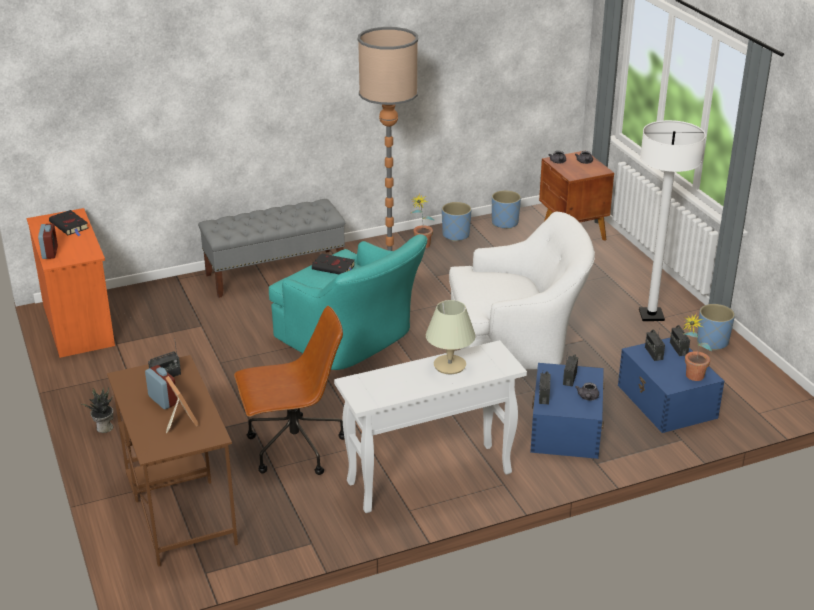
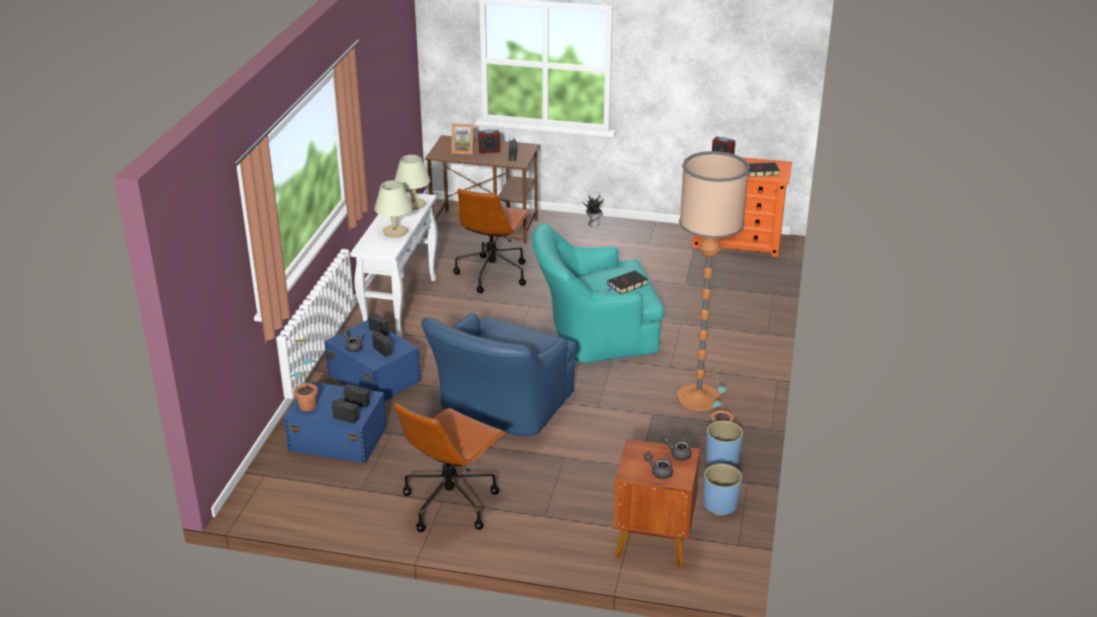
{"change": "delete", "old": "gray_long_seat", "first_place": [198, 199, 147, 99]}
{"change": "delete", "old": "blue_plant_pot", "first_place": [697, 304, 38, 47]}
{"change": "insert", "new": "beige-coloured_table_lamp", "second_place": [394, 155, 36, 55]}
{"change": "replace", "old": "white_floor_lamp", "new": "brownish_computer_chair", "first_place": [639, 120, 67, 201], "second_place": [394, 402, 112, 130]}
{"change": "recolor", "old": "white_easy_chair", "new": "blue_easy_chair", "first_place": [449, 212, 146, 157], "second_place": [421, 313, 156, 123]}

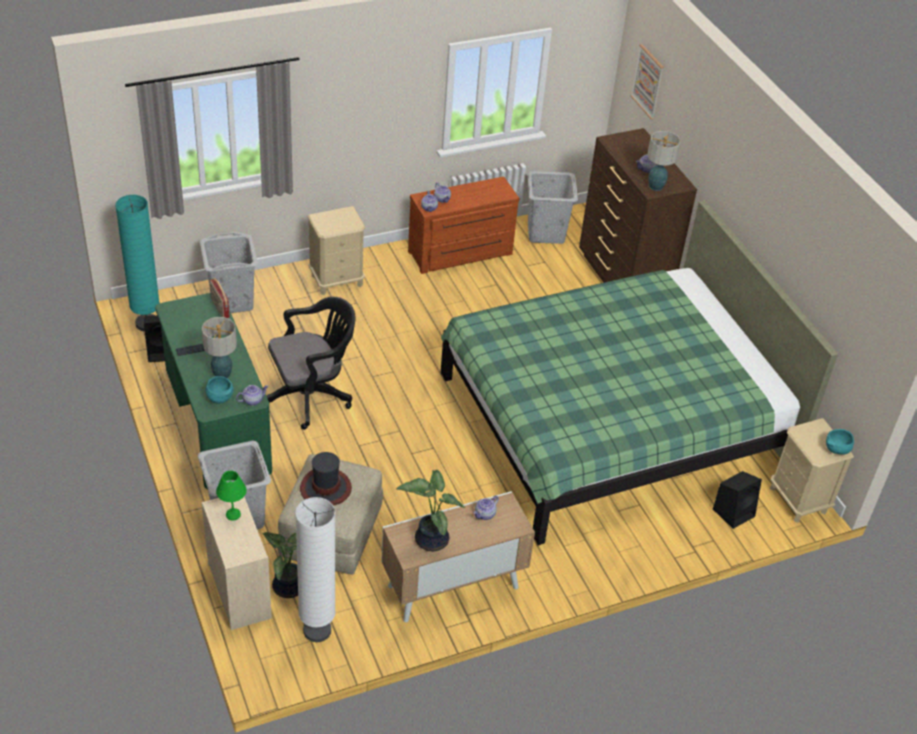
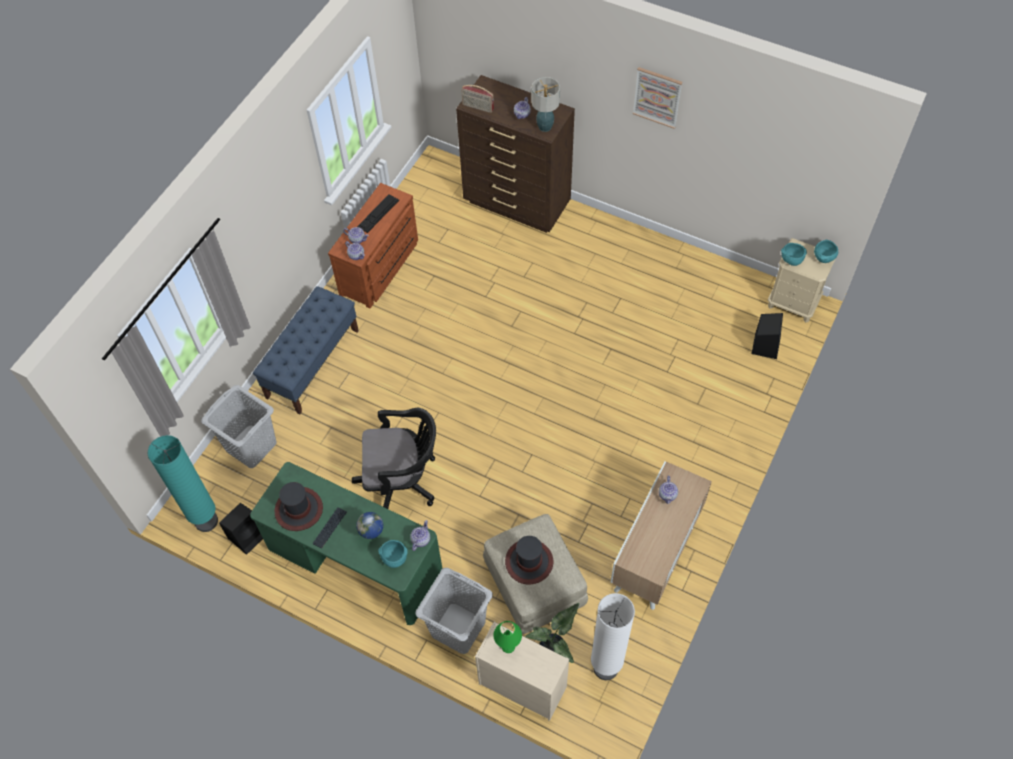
{"change": "delete", "old": "houseplant", "first_place": [396, 470, 69, 81]}
{"change": "delete", "old": "greenish_sleeping_bed", "first_place": [441, 201, 397, 344]}
{"change": "delete", "old": "gray_laundry_basket", "first_place": [527, 171, 51, 73]}
{"change": "insert", "new": "hat", "second_place": [275, 482, 48, 49]}
{"change": "insert", "new": "keyboard", "second_place": [357, 195, 42, 38]}
{"change": "insert", "new": "turquoise_deep_dish", "second_place": [781, 243, 26, 23]}
{"change": "move", "old": "radio_set", "first_place": [210, 278, 20, 40], "second_place": [461, 85, 33, 28]}
{"change": "move", "old": "picture", "first_place": [631, 44, 33, 76], "second_place": [633, 67, 49, 62]}
{"change": "replace", "old": "table_lamp", "new": "globe", "first_place": [202, 317, 35, 61], "second_place": [356, 512, 27, 27]}
{"change": "replace", "old": "beige-coloured_bedside_table", "new": "blue_long_seat", "first_place": [307, 206, 59, 89], "second_place": [253, 286, 106, 128]}
{"change": "rotate", "old": "black_computer_chair", "first_place": [266, 297, 90, 133], "second_place": [352, 408, 84, 101], "degrees": 60}

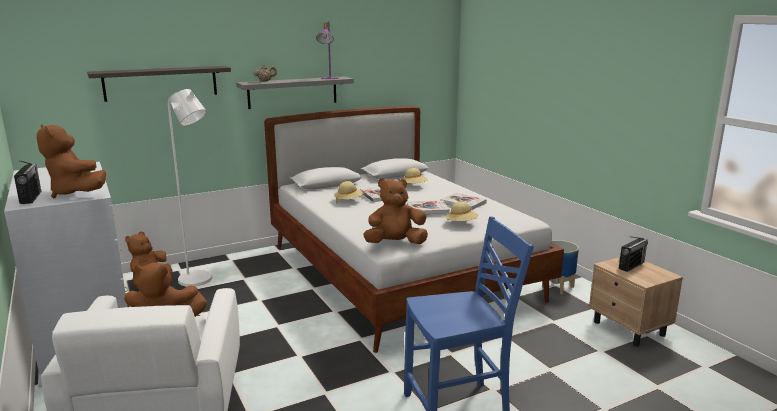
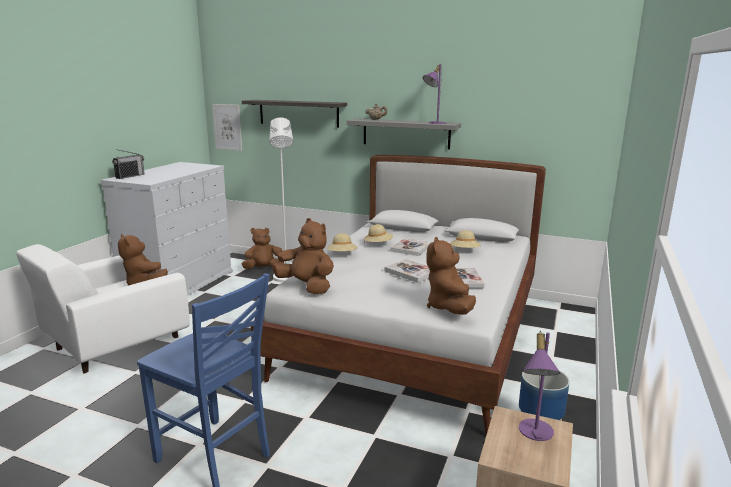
{"change": "insert", "new": "picture", "second_place": [212, 104, 30, 47]}
{"change": "move", "old": "brownish_soft_toy", "first_place": [37, 124, 69, 74], "second_place": [426, 237, 50, 78]}
{"change": "move", "old": "beige-coloured_hat", "first_place": [446, 202, 33, 19], "second_place": [327, 233, 31, 18]}
{"change": "replace", "old": "radio_set", "new": "purple-coloured_table_lamp", "first_place": [619, 236, 29, 36], "second_place": [519, 330, 41, 111]}

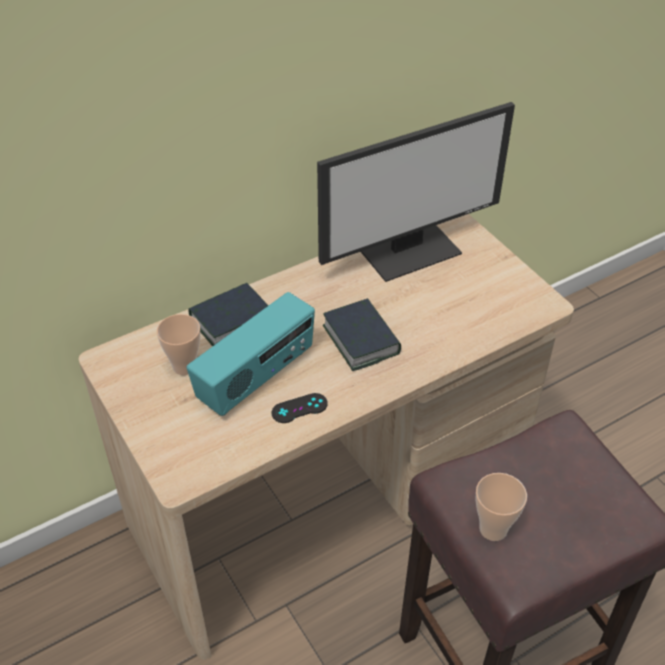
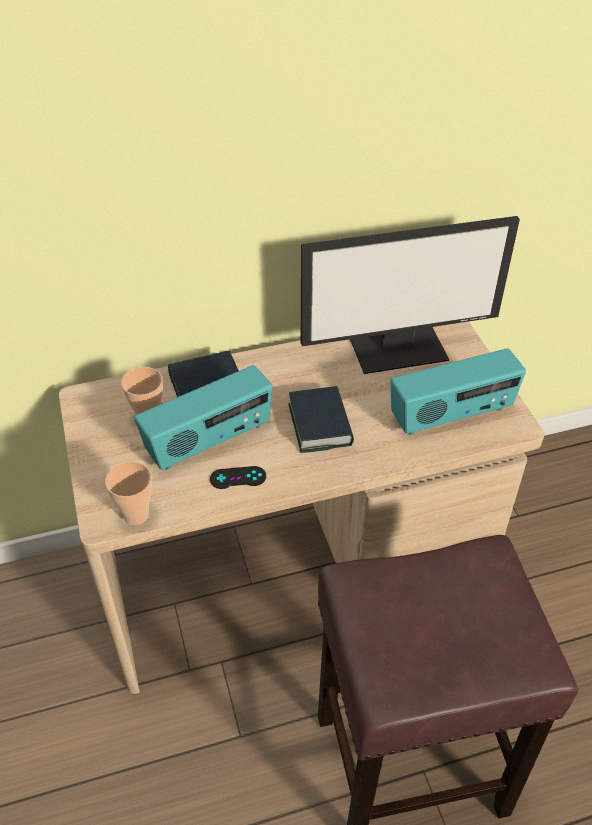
{"change": "insert", "new": "radio_set", "second_place": [390, 348, 136, 87]}
{"change": "move", "old": "small_cup", "first_place": [475, 473, 52, 68], "second_place": [105, 462, 47, 63]}

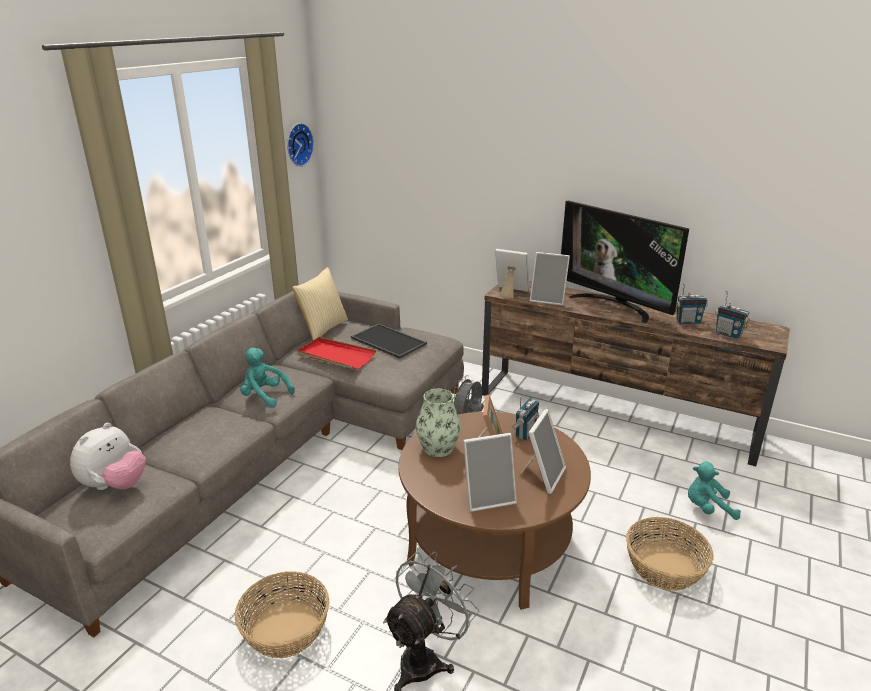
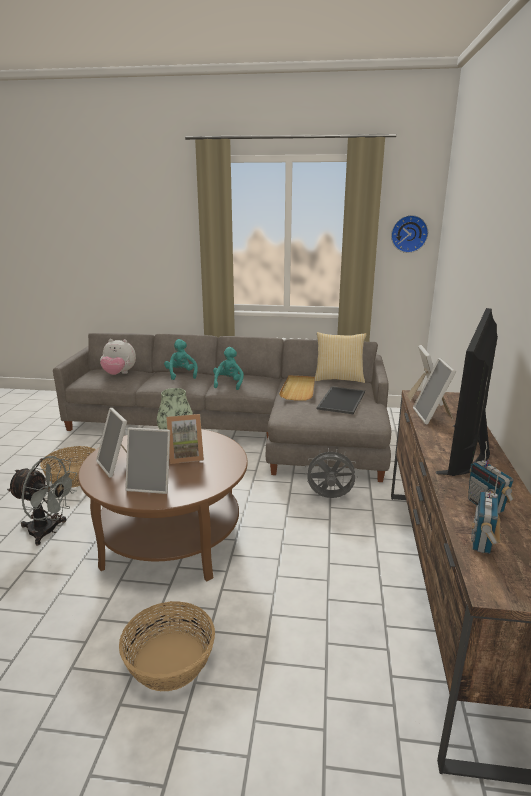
{"change": "delete", "old": "radio_set", "first_place": [511, 396, 28, 44]}
{"change": "move", "old": "turquoise_soft_toy", "first_place": [688, 462, 53, 58], "second_place": [164, 339, 34, 41]}
{"change": "recolor", "old": "red-coloured_tray", "new": "beige-coloured_tray", "first_place": [298, 337, 78, 32], "second_place": [279, 375, 36, 26]}

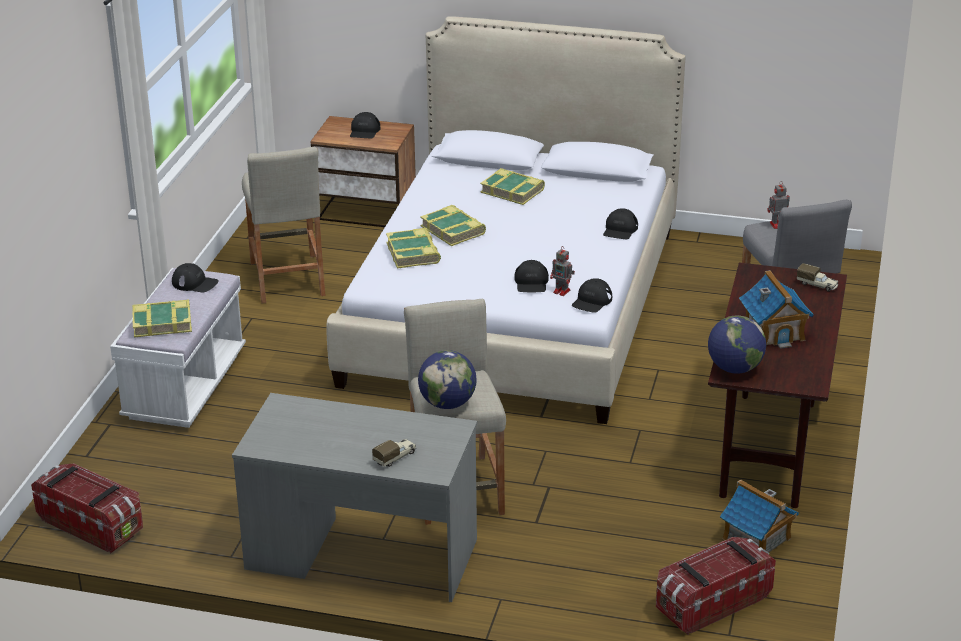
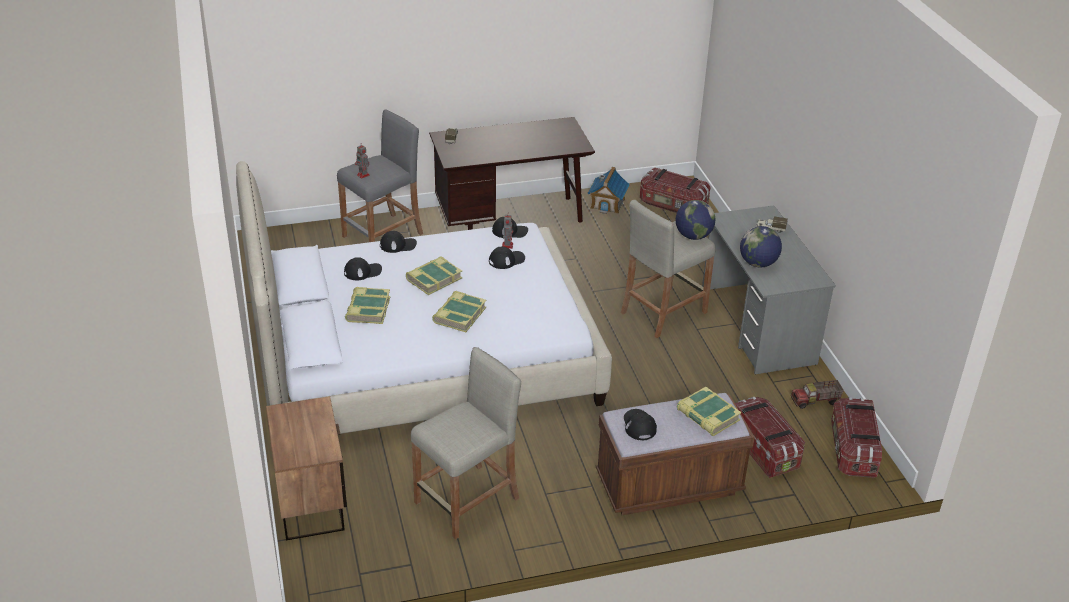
{"change": "delete", "old": "model_house", "first_place": [739, 270, 75, 79]}
{"change": "insert", "new": "storage_box", "second_place": [735, 397, 70, 81]}
{"change": "insert", "new": "toy_truck", "second_place": [791, 380, 53, 29]}
{"change": "move", "old": "black_cap", "first_place": [350, 112, 30, 27], "second_place": [344, 257, 38, 23]}
{"change": "move", "old": "book", "first_place": [386, 228, 55, 41], "second_place": [406, 256, 56, 39]}
{"change": "move", "old": "globe", "first_place": [708, 316, 58, 57], "second_place": [740, 226, 42, 41]}
{"change": "recolor", "old": "white_long_seat", "new": "brownish_long_seat", "first_place": [110, 268, 136, 160], "second_place": [596, 393, 159, 122]}

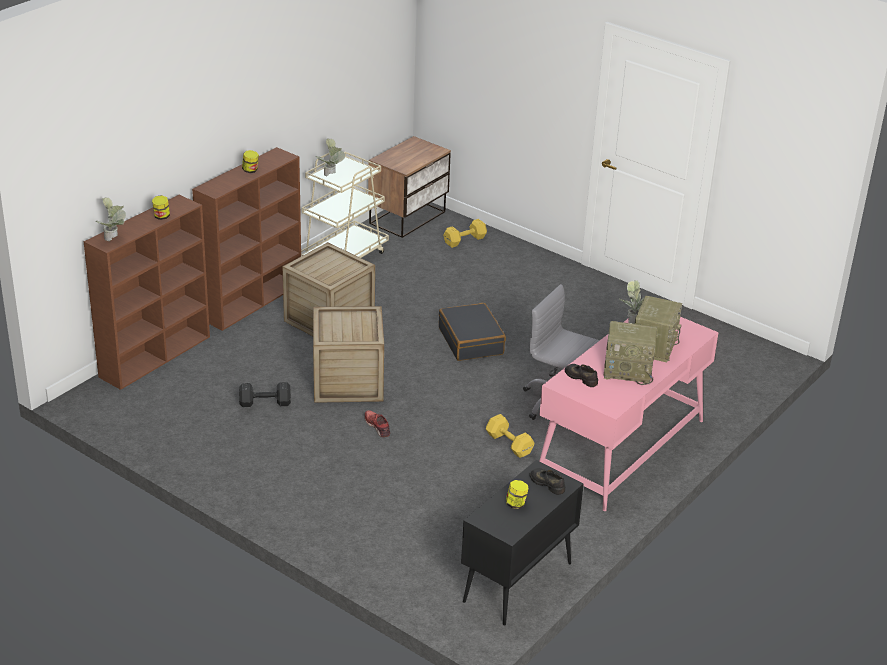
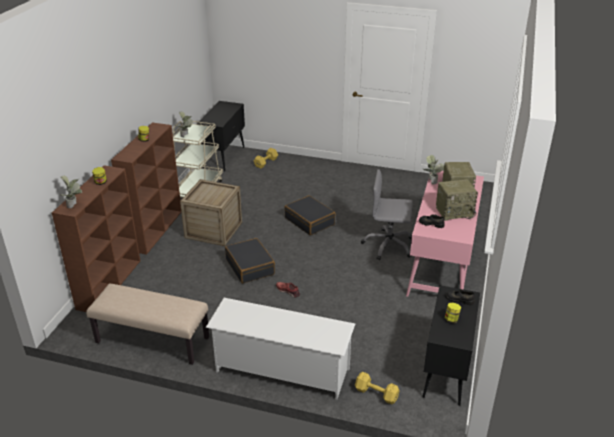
{"change": "delete", "old": "black_free_weight", "first_place": [239, 382, 52, 25]}
{"change": "insert", "new": "beige-coloured_long_seat", "second_place": [86, 284, 123, 81]}
{"change": "insert", "new": "white_shoe_shelf", "second_place": [206, 298, 149, 101]}
{"change": "move", "old": "yellow-coloured_free_weight", "first_place": [486, 414, 48, 44], "second_place": [355, 372, 45, 33]}
{"change": "replace", "old": "packing_crate", "new": "black_suitcase", "first_place": [313, 306, 71, 97], "second_place": [225, 238, 50, 46]}
{"change": "replace", "old": "bedside_table", "new": "black_storage_cabinet", "first_place": [368, 136, 83, 102], "second_place": [197, 101, 48, 70]}

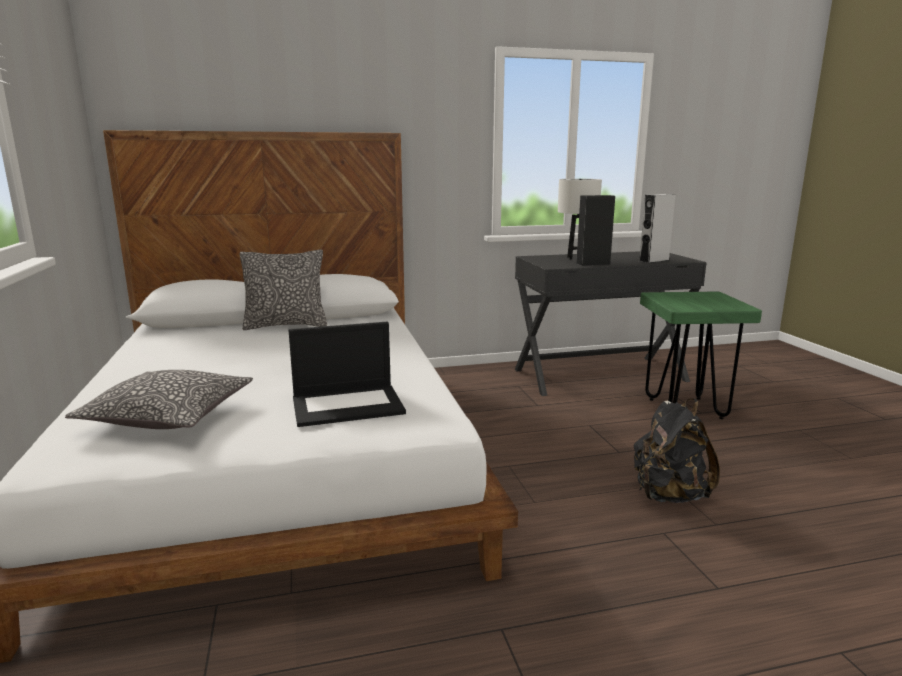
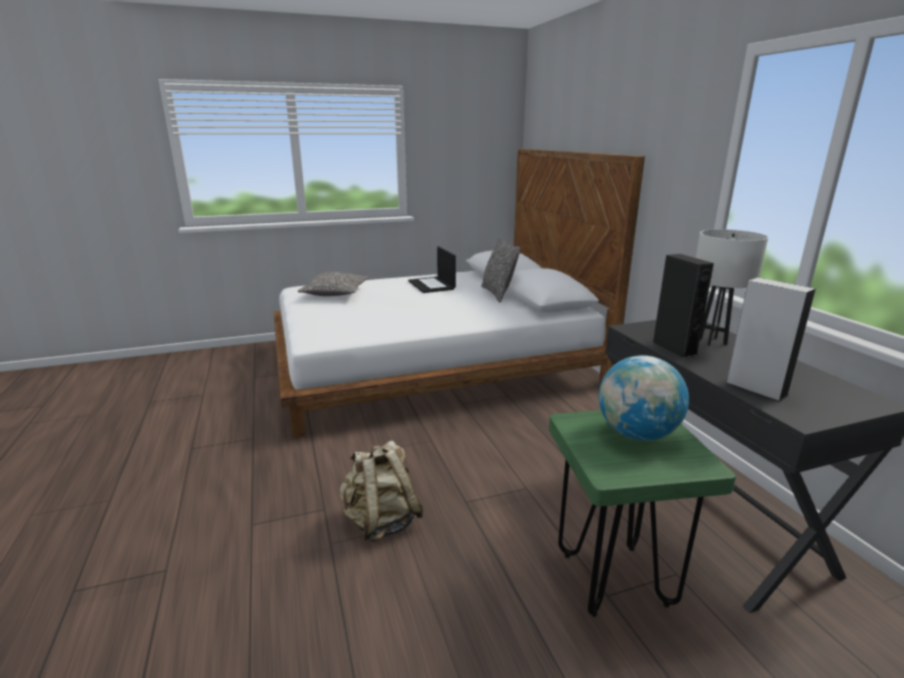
{"change": "insert", "new": "globe", "second_place": [599, 355, 90, 86]}
{"change": "move", "old": "laptop", "first_place": [289, 322, 117, 105], "second_place": [408, 246, 48, 47]}
{"change": "recolor", "old": "black_knapsack", "new": "beige-coloured_knapsack", "first_place": [634, 398, 86, 105], "second_place": [339, 440, 85, 102]}

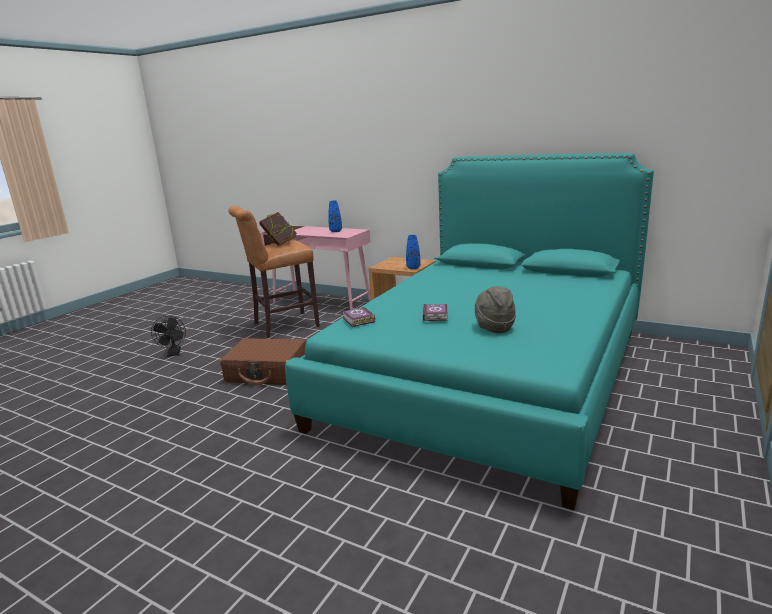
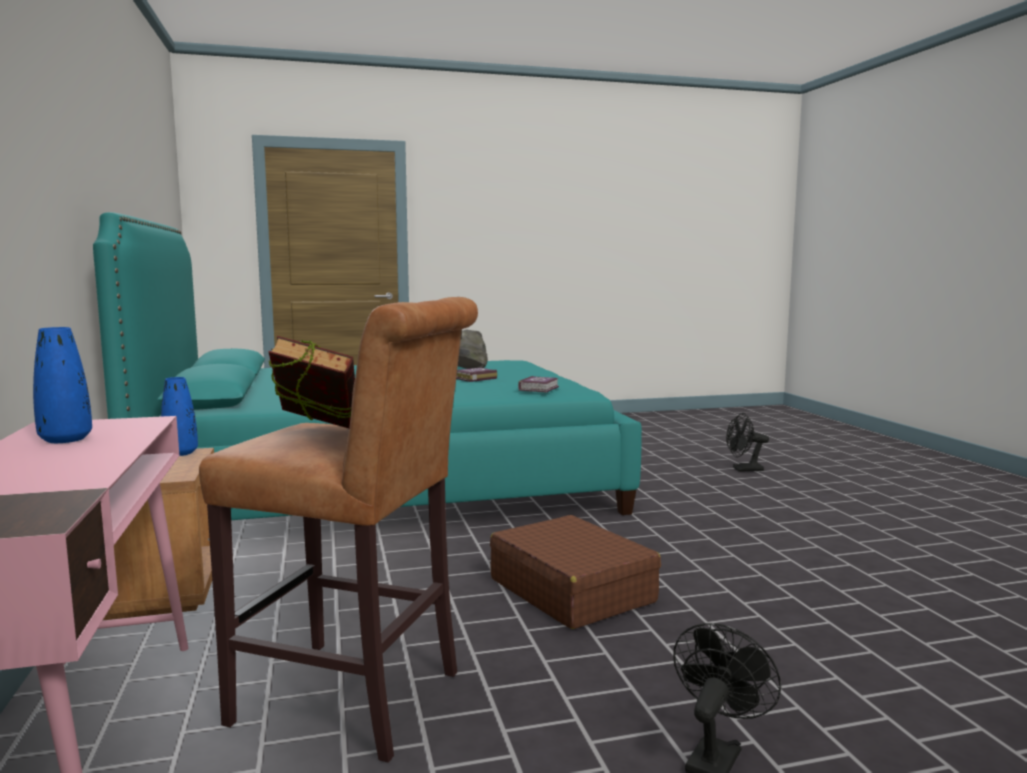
{"change": "insert", "new": "black_fan", "second_place": [726, 413, 43, 58]}

